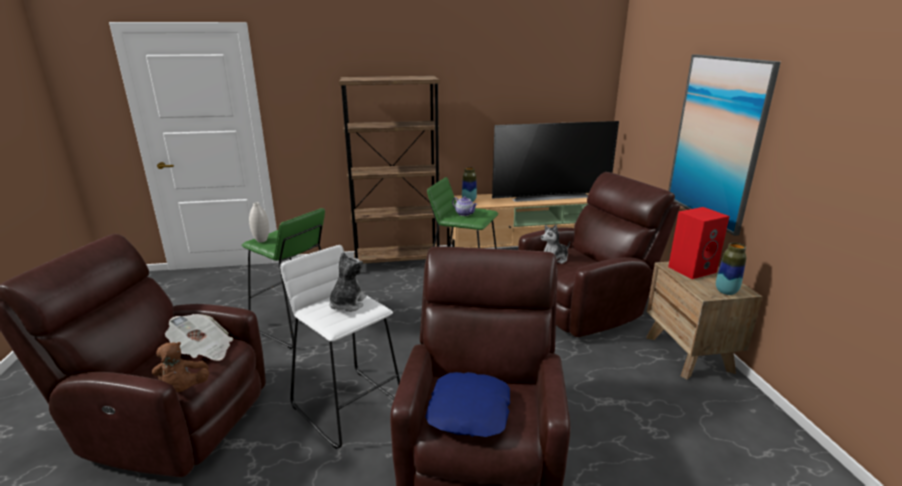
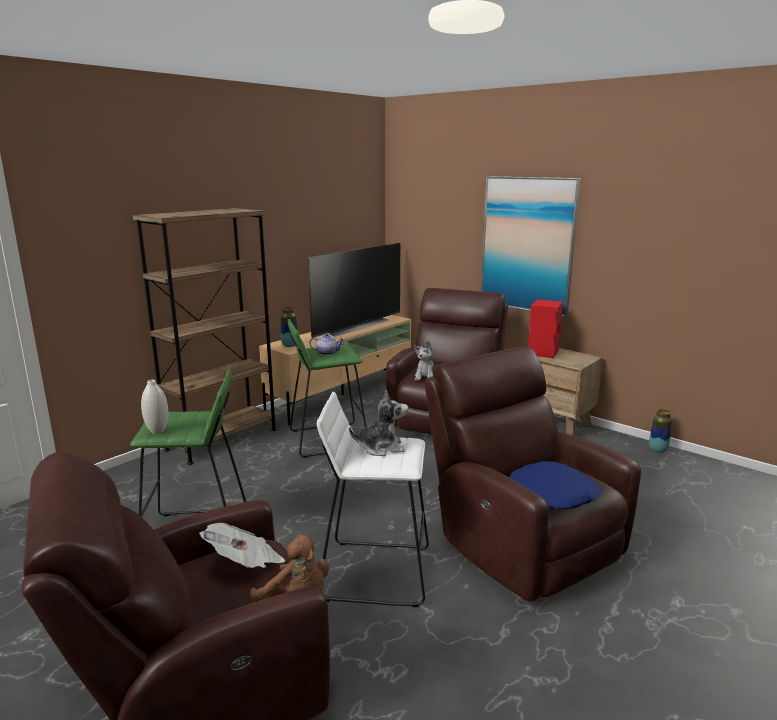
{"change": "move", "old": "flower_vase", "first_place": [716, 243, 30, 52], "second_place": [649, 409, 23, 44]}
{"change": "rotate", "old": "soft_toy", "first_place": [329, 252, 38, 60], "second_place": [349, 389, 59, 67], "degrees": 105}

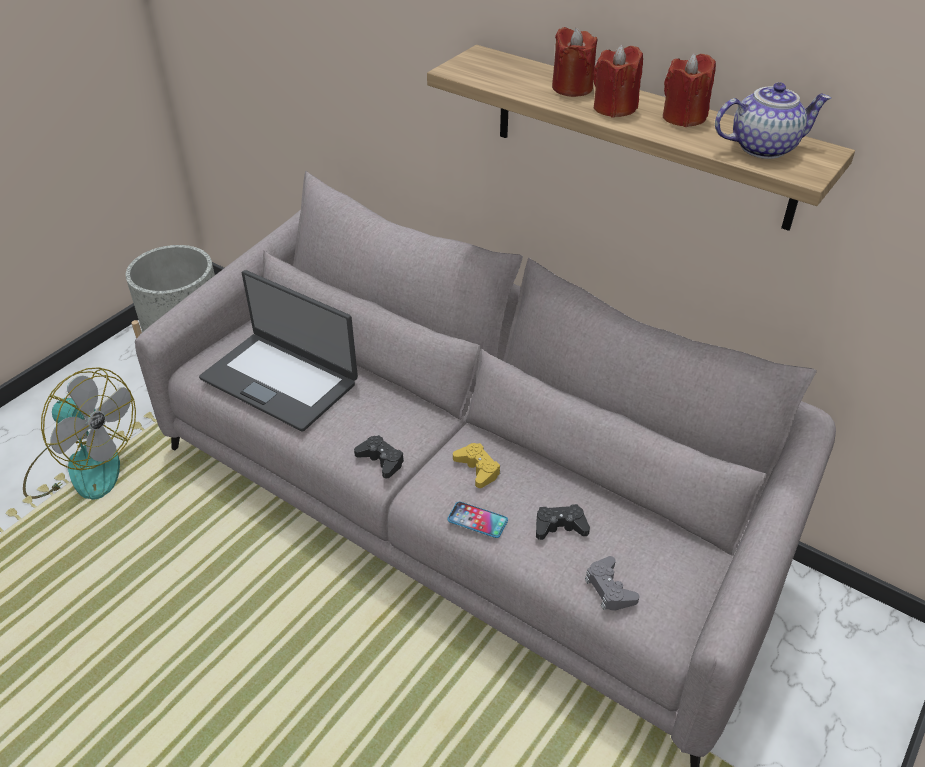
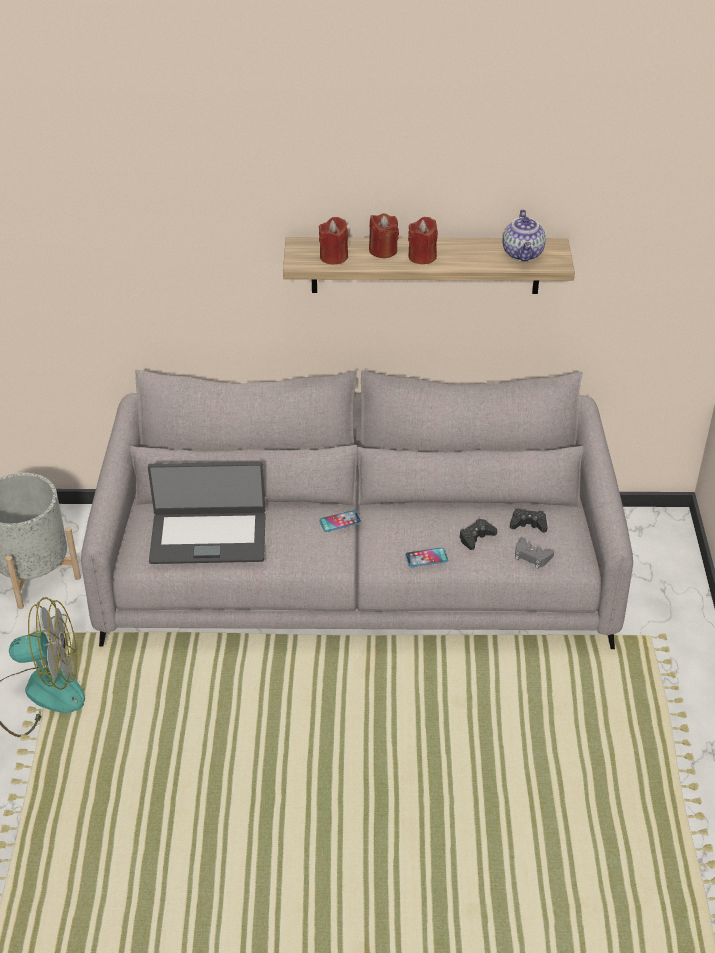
{"change": "delete", "old": "yellow-coloured_joypad", "first_place": [453, 443, 47, 45]}
{"change": "insert", "new": "phone", "second_place": [319, 510, 43, 22]}
{"change": "move", "old": "black_joypad", "first_place": [354, 435, 50, 43], "second_place": [510, 509, 38, 23]}
{"change": "move", "old": "red-coloured_wax_candle", "first_place": [663, 53, 53, 74], "second_place": [319, 217, 29, 47]}
{"change": "rotate", "old": "teapot", "first_place": [715, 82, 116, 77], "second_place": [503, 210, 43, 52], "degrees": 135}

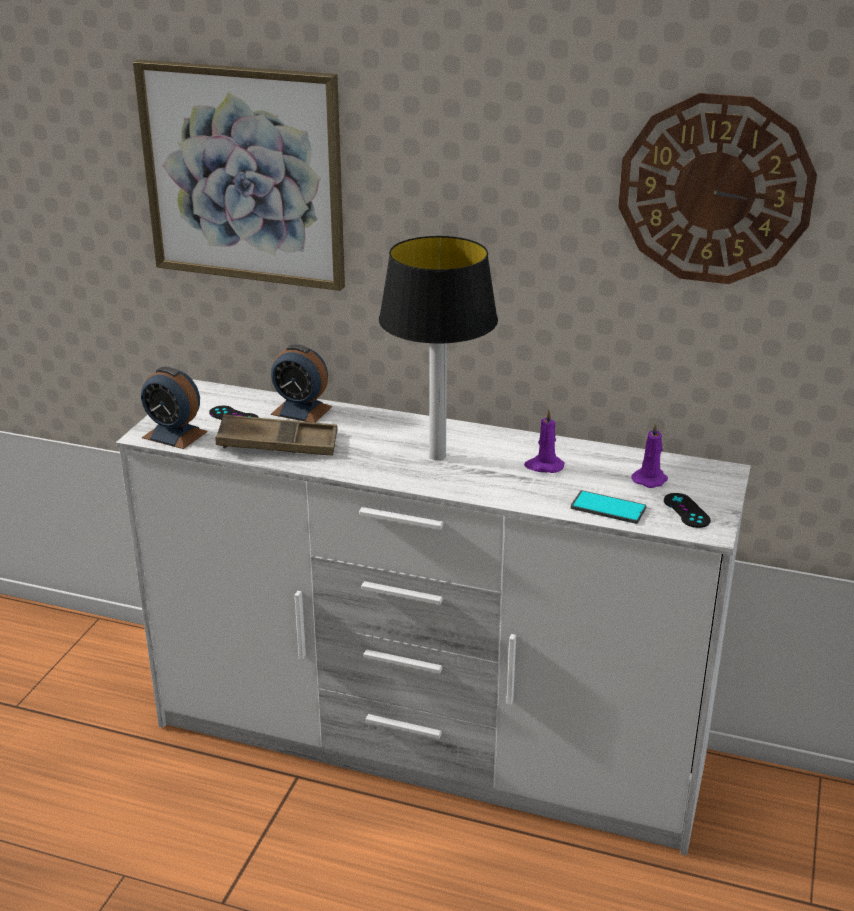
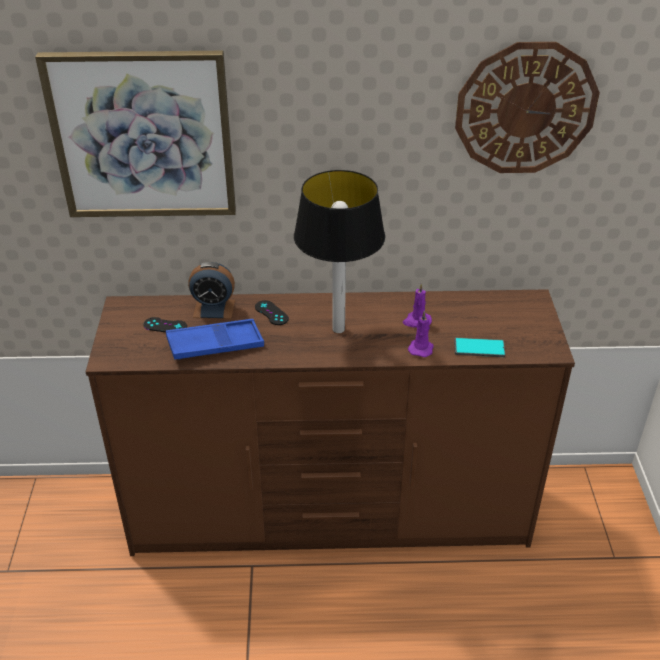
{"change": "delete", "old": "alarm_clock", "first_place": [141, 367, 67, 82]}
{"change": "move", "old": "purple-coloured_wax_candle", "first_place": [631, 422, 37, 66], "second_place": [408, 310, 26, 47]}
{"change": "move", "old": "black_joypad", "first_place": [664, 493, 47, 35], "second_place": [255, 300, 34, 25]}
{"change": "recolor", "old": "white_drawer_chest", "new": "brownish_drawer_chest", "first_place": [116, 379, 635, 477], "second_place": [86, 289, 489, 267]}
{"change": "recolor", "old": "brownish_tray", "new": "blue_tray", "first_place": [216, 415, 122, 41], "second_place": [166, 319, 98, 41]}

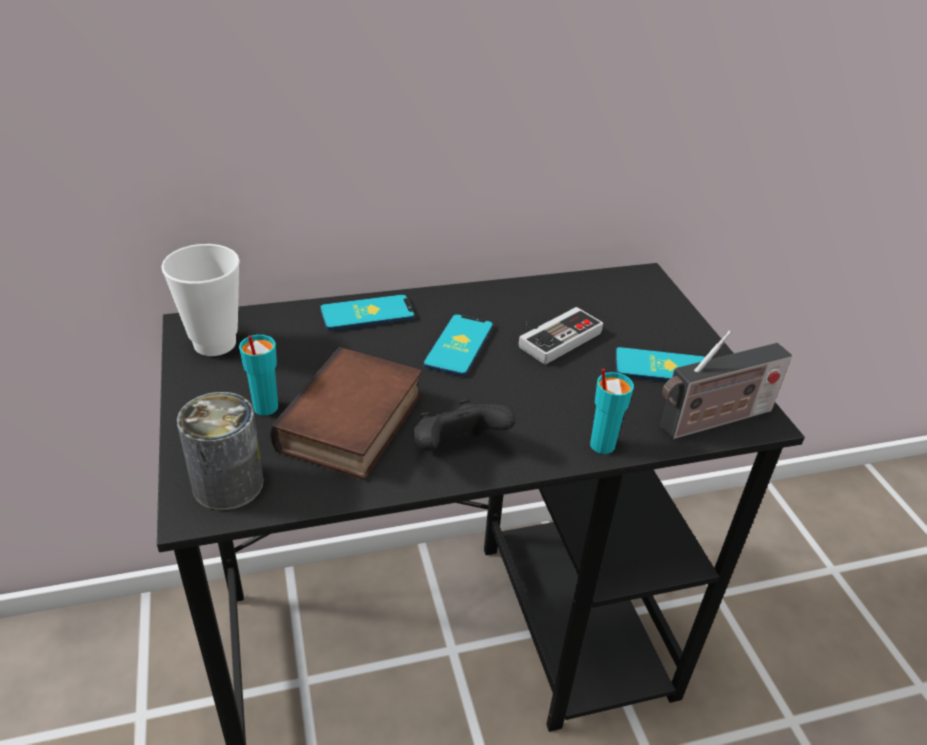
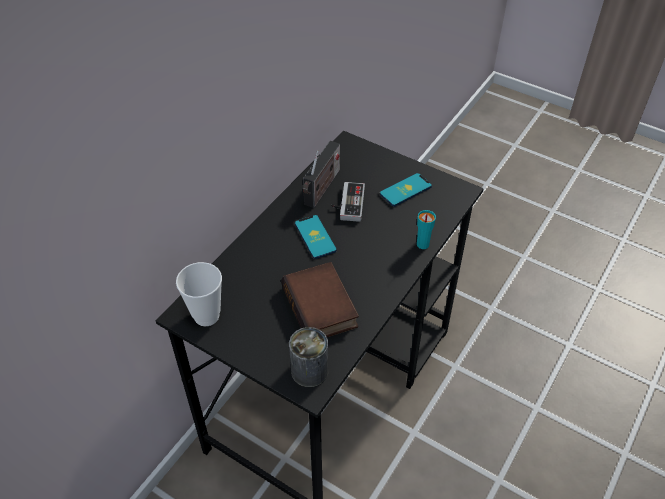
{"change": "delete", "old": "turquoise_small_cup", "first_place": [239, 335, 39, 81]}
{"change": "delete", "old": "phone", "first_place": [320, 295, 95, 36]}
{"change": "delete", "old": "black_joypad", "first_place": [413, 399, 103, 52]}
{"change": "move", "old": "radio_set", "first_place": [660, 330, 132, 109], "second_place": [303, 141, 37, 67]}

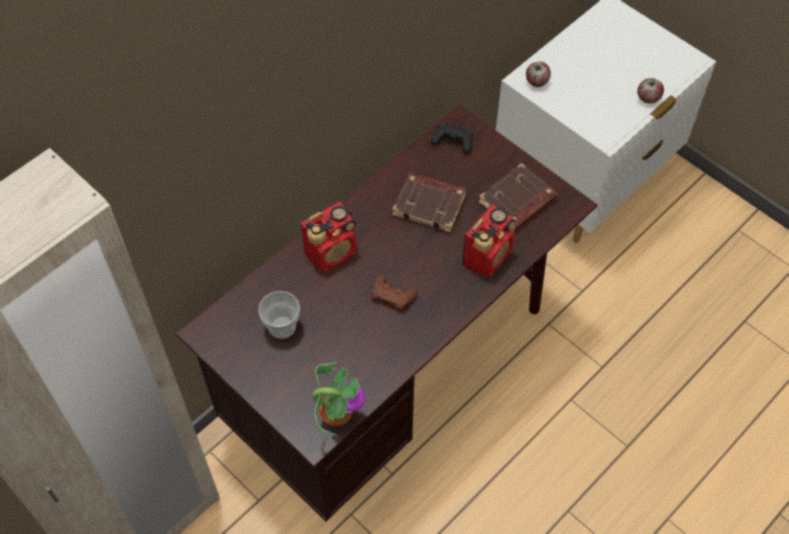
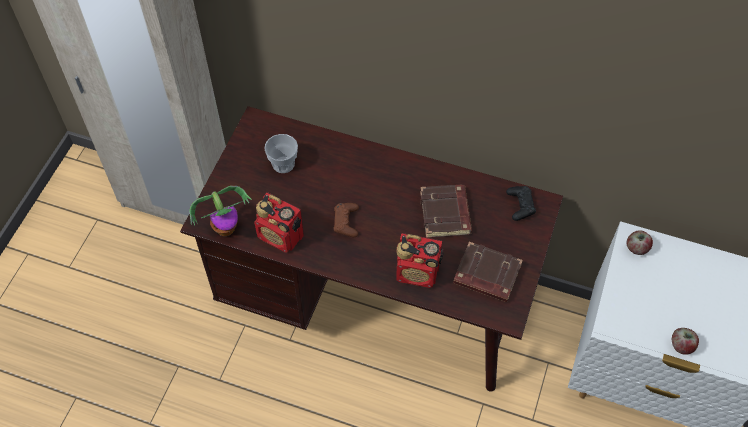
{"change": "move", "old": "radio_set", "first_place": [301, 202, 56, 70], "second_place": [254, 193, 50, 60]}

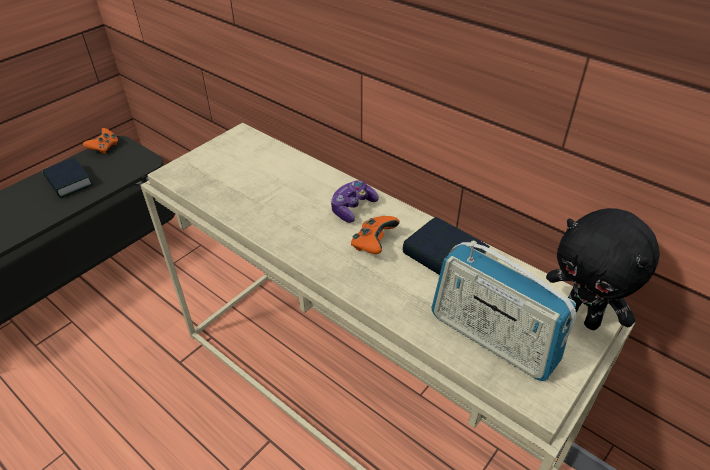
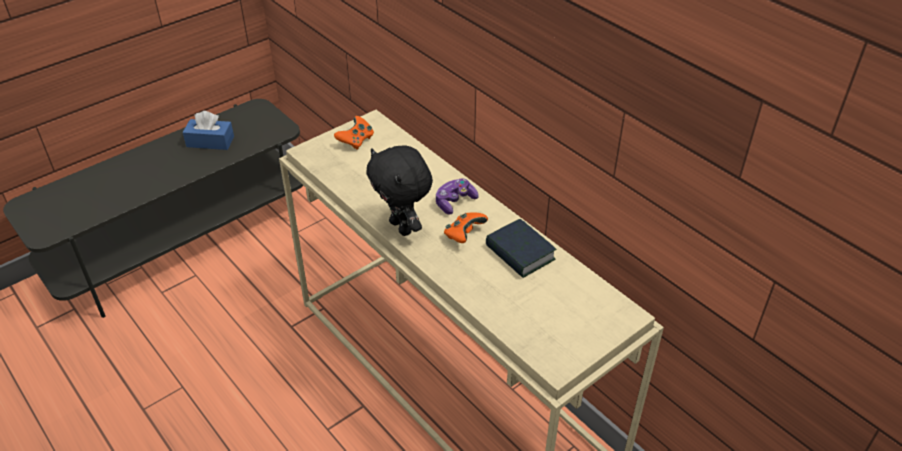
{"change": "delete", "old": "radio_set", "first_place": [431, 241, 145, 140]}
{"change": "move", "old": "orange-coloured_joypad", "first_place": [83, 128, 35, 26], "second_place": [334, 116, 40, 34]}
{"change": "move", "old": "black_soft_toy", "first_place": [546, 208, 114, 122], "second_place": [366, 146, 67, 90]}
{"change": "replace", "old": "book", "new": "blue_tissue_box", "first_place": [43, 158, 50, 40], "second_place": [183, 111, 51, 39]}

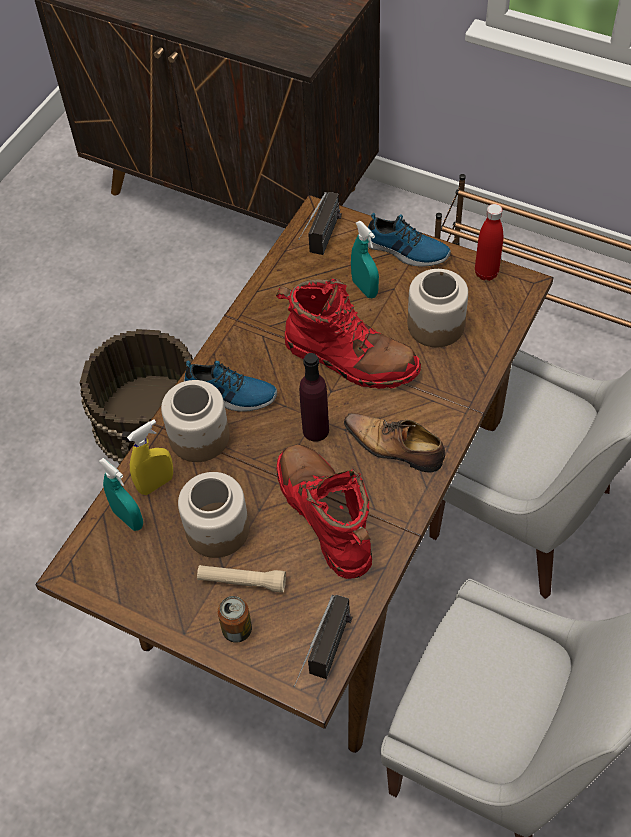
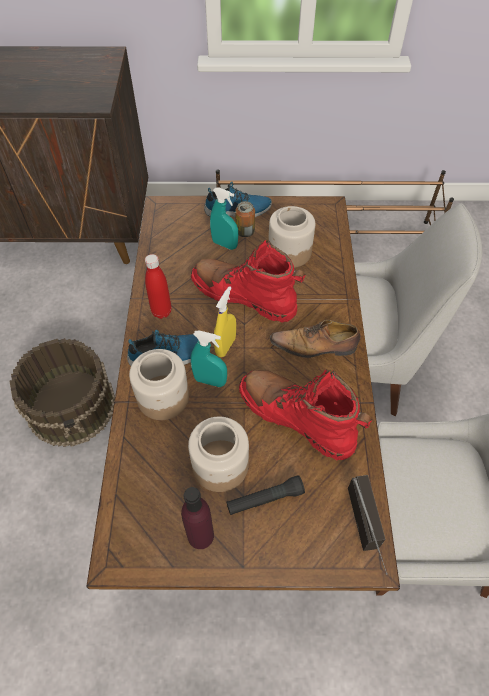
{"change": "delete", "old": "radio_set", "first_place": [298, 192, 44, 63]}
{"change": "move", "old": "turquoise_sprayer", "first_place": [99, 458, 44, 73], "second_place": [191, 331, 36, 56]}
{"change": "move", "old": "yellow-coloured_sprayer", "first_place": [127, 419, 46, 76], "second_place": [214, 286, 22, 71]}
{"change": "move", "old": "metal_can", "first_place": [218, 596, 34, 47], "second_place": [235, 201, 20, 36]}
{"change": "move", "old": "purple-coloured_drink_bottle", "first_place": [299, 353, 30, 89], "second_place": [181, 487, 33, 62]}
{"change": "move", "old": "red-coloured_drink_bottle", "first_place": [475, 204, 28, 77], "second_place": [145, 254, 26, 65]}
{"change": "recolor", "old": "beige-coloured_torch", "new": "black_torch", "first_place": [197, 565, 89, 28], "second_place": [227, 475, 78, 40]}
{"change": "rotate", "old": "red-coloured_boot", "first_place": [276, 278, 145, 111], "second_place": [191, 240, 114, 83], "degrees": -150}

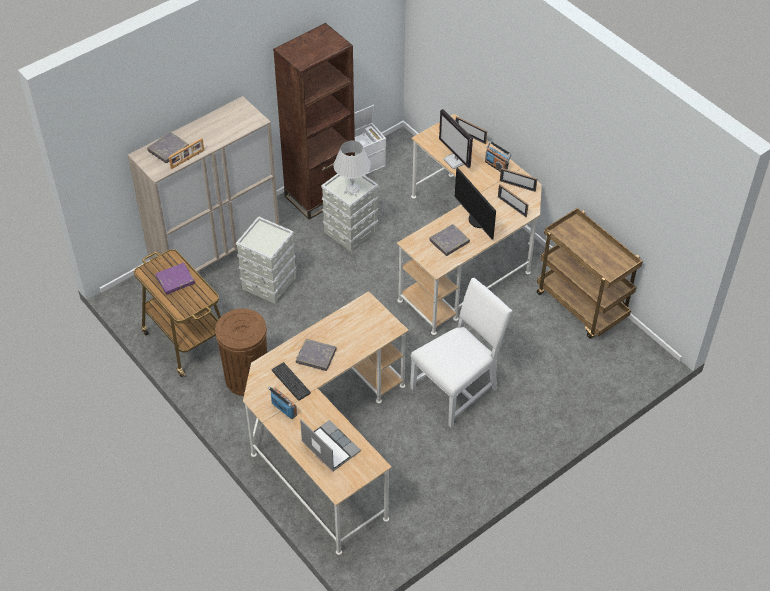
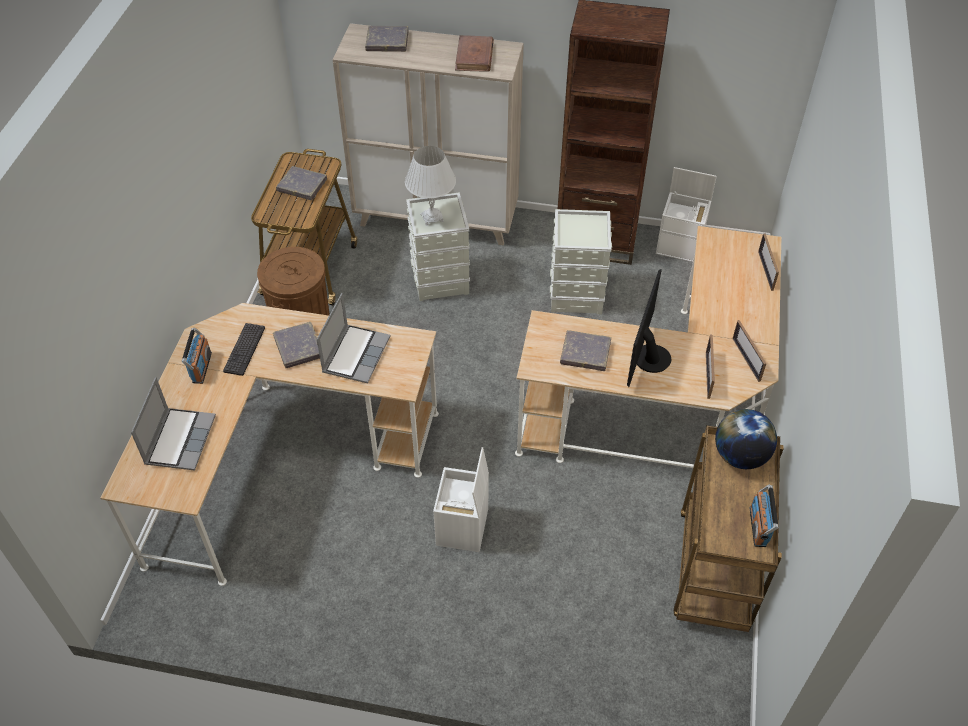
{"change": "delete", "old": "picture_frame", "first_place": [169, 138, 35, 31]}
{"change": "delete", "old": "computer_display", "first_place": [439, 109, 34, 60]}
{"change": "insert", "new": "laptop", "second_place": [316, 293, 74, 91]}
{"change": "insert", "new": "brownish_book", "second_place": [455, 35, 39, 36]}
{"change": "insert", "new": "globe", "second_place": [715, 409, 62, 60]}
{"change": "move", "old": "white_table_lamp", "first_place": [334, 141, 37, 56], "second_place": [405, 146, 51, 80]}
{"change": "move", "old": "radio_set", "first_place": [485, 141, 27, 31], "second_place": [750, 485, 28, 62]}
{"change": "replace", "old": "white_plain_chair", "new": "white_storage_box", "first_place": [410, 278, 102, 149], "second_place": [433, 447, 56, 105]}
{"change": "recolor", "old": "purple-coloured_book", "new": "gray_book", "first_place": [156, 262, 39, 32], "second_place": [276, 166, 51, 34]}

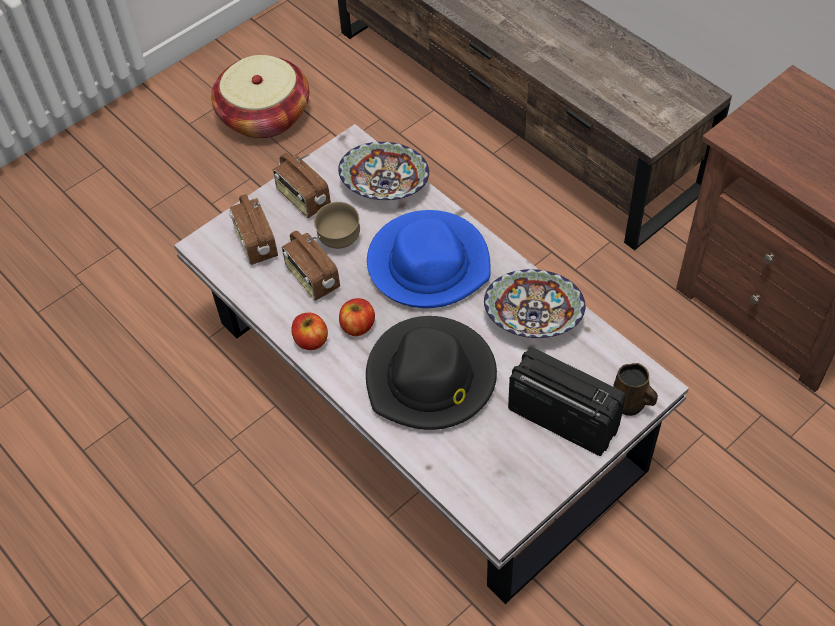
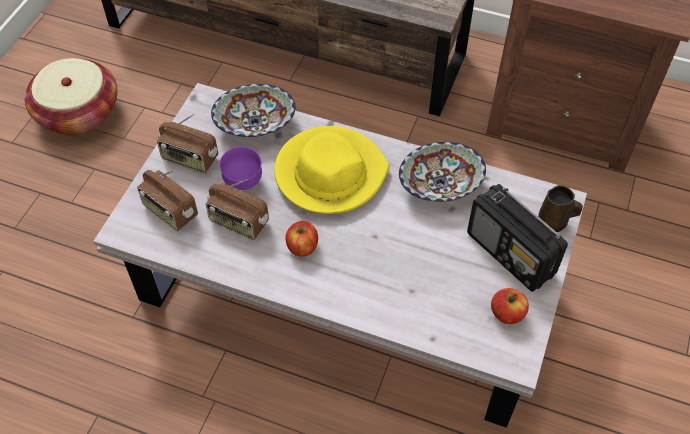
{"change": "delete", "old": "black_hat", "first_place": [366, 316, 131, 114]}
{"change": "move", "old": "apple", "first_place": [291, 313, 37, 37], "second_place": [491, 288, 38, 36]}
{"change": "recolor", "old": "brownish_deep_dish", "new": "purple-coloured_deep_dish", "first_place": [314, 202, 46, 47], "second_place": [219, 146, 43, 44]}
{"change": "recolor", "old": "blue_hat", "new": "yellow-coloured_hat", "first_place": [367, 210, 124, 98], "second_place": [274, 126, 115, 88]}
{"change": "rotate", "old": "radio_set", "first_place": [508, 347, 118, 109], "second_place": [467, 184, 101, 108], "degrees": -135}

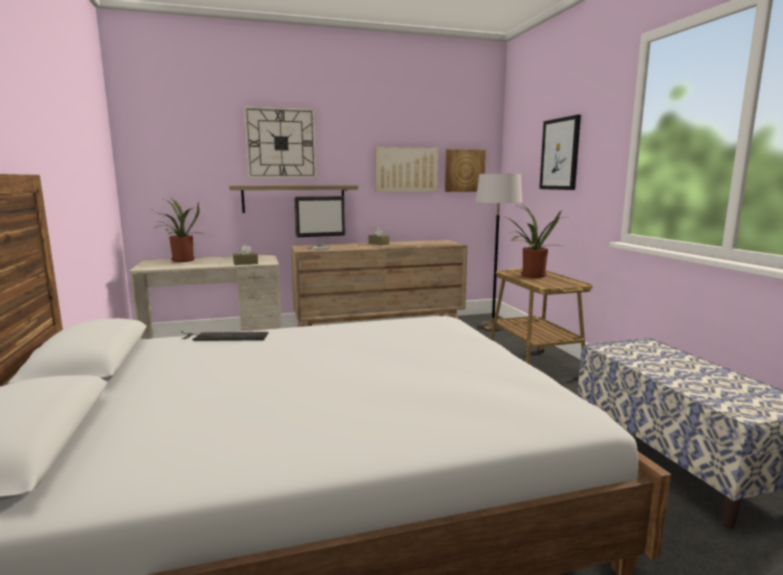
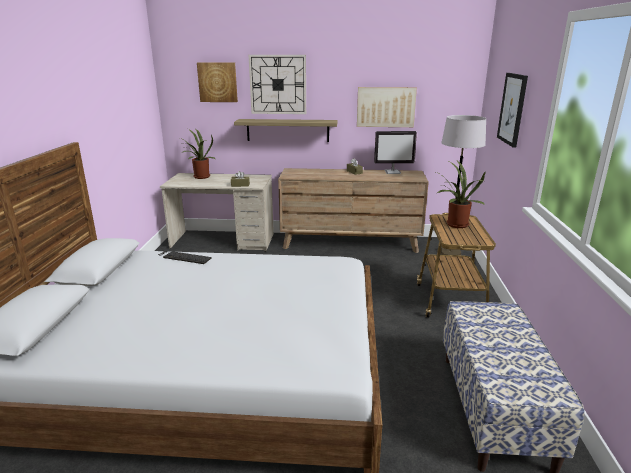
{"change": "move", "old": "computer_display", "first_place": [294, 196, 52, 54], "second_place": [374, 131, 43, 43]}
{"change": "move", "old": "picture", "first_place": [445, 149, 41, 43], "second_place": [197, 62, 41, 40]}

